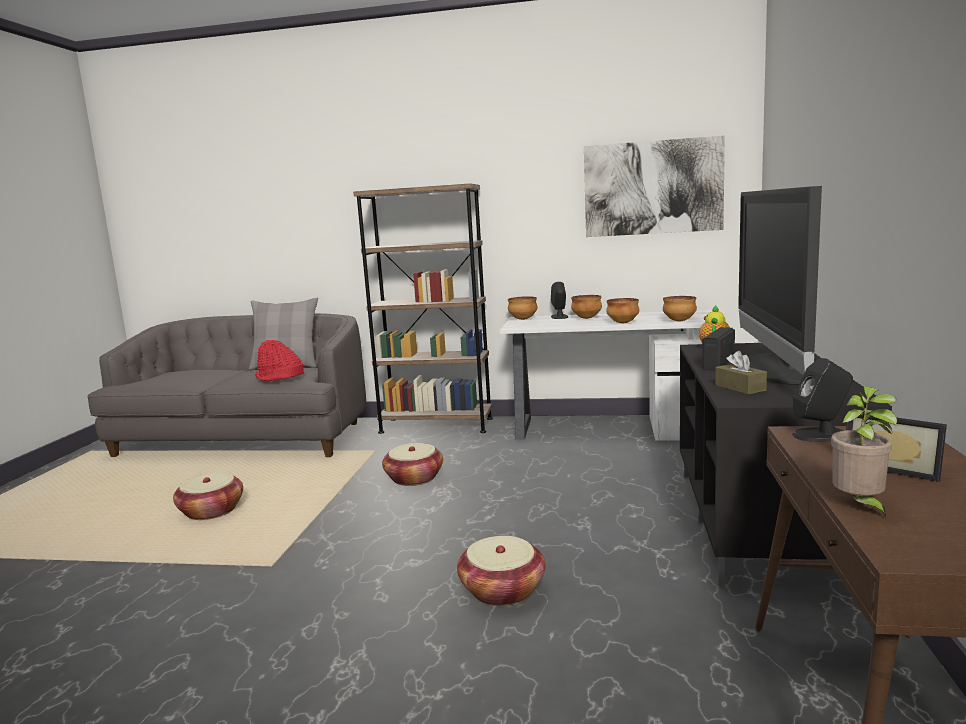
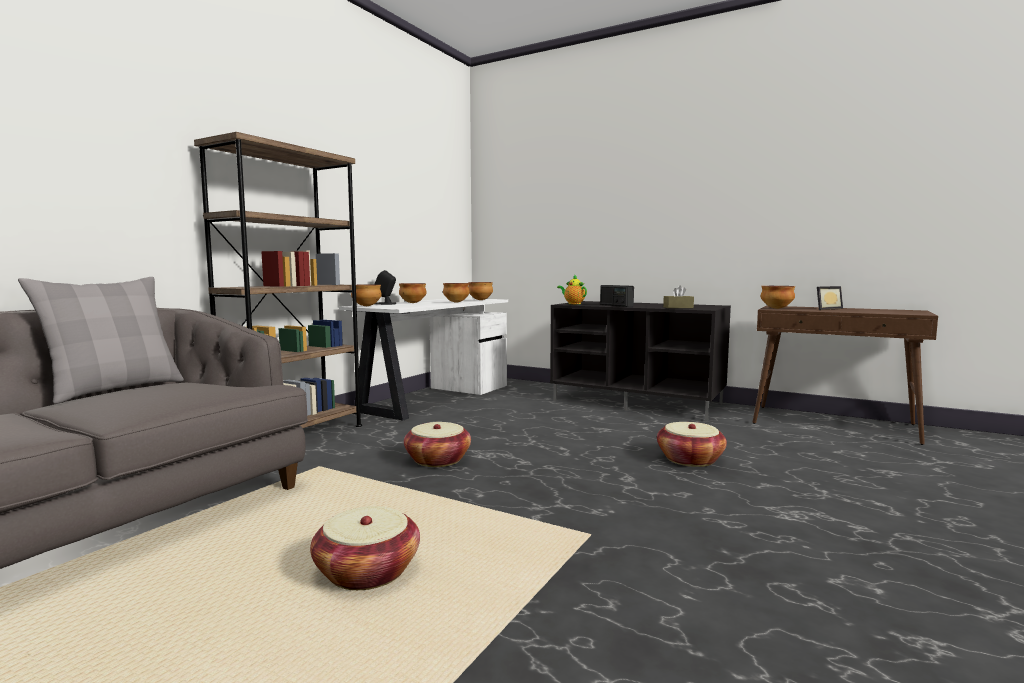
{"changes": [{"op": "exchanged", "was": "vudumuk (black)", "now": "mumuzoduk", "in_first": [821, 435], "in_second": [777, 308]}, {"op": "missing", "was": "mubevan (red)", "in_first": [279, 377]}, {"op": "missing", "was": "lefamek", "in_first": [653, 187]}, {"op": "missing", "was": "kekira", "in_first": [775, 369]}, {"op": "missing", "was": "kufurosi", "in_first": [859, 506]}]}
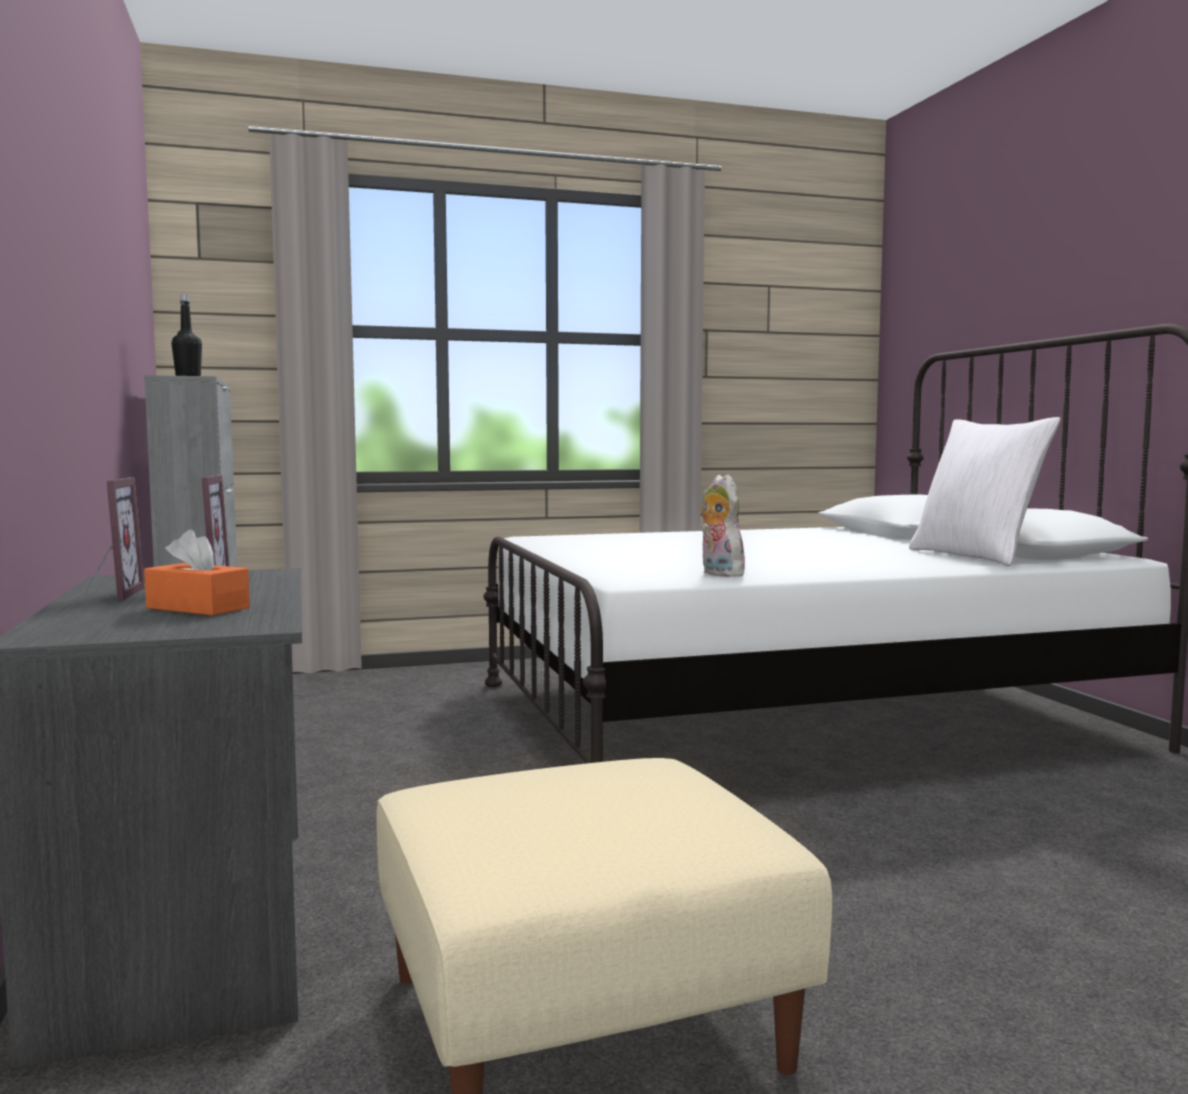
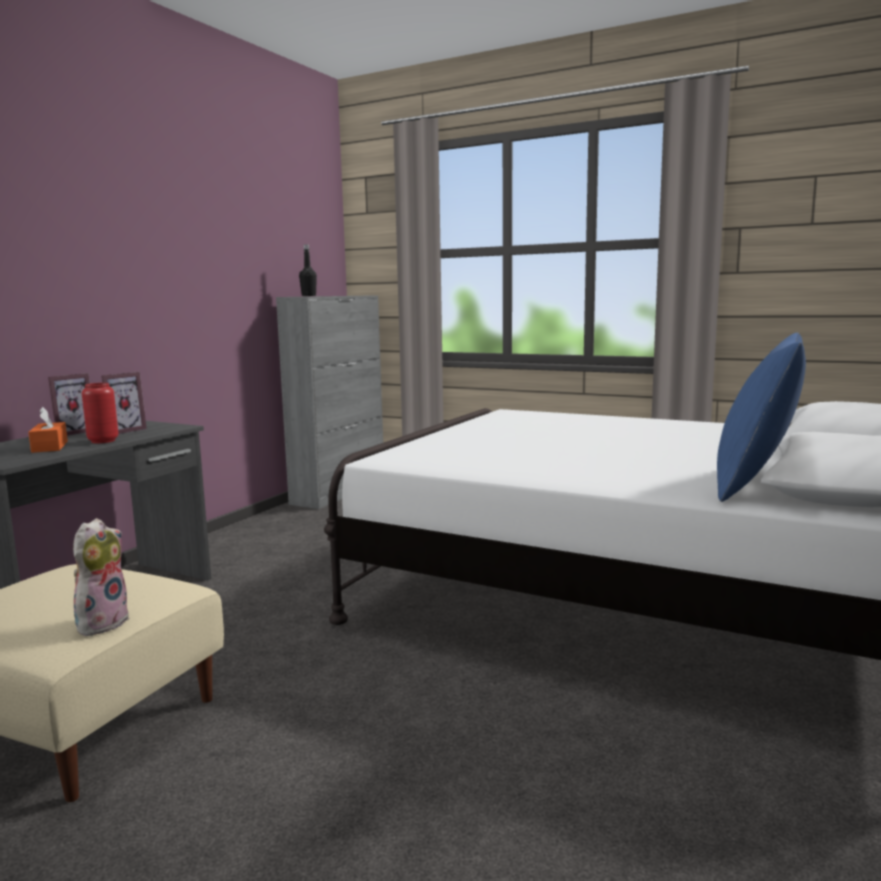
{"changes": [{"op": "relocated", "was": "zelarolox", "in_first": [718, 574], "in_second": [102, 622]}, {"op": "appeared", "now": "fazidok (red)", "in_second": [103, 441]}, {"op": "colour", "was": "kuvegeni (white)", "now": "kuvegeni (blue)", "in_first": [976, 556], "in_second": [755, 484]}]}
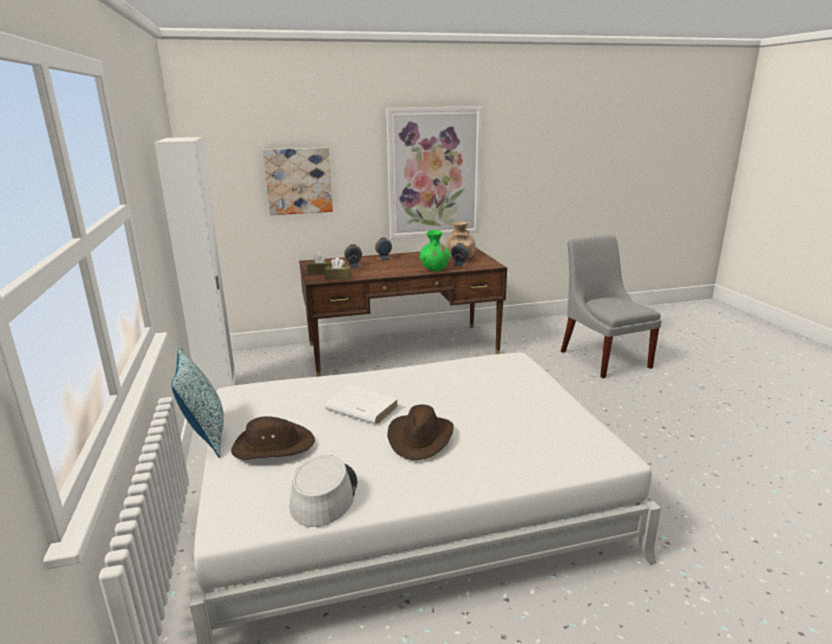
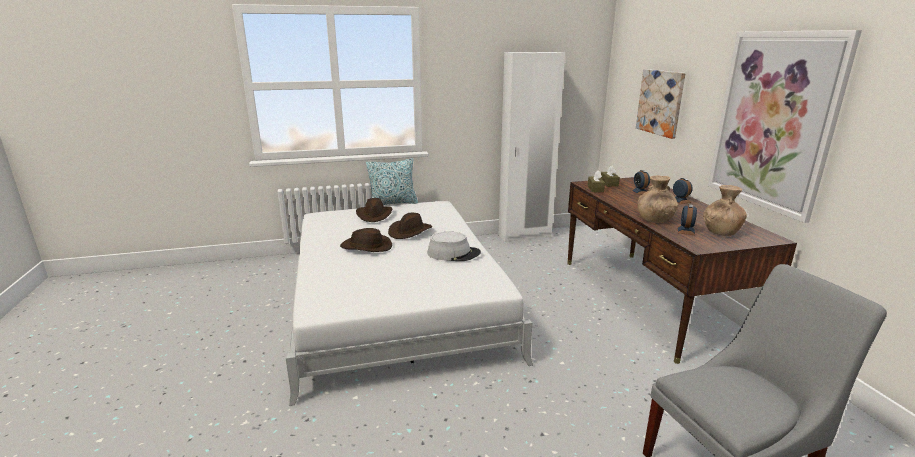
{"changes": [{"op": "exchanged", "was": "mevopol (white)", "now": "mubevan (brown)", "in_first": [361, 408], "in_second": [410, 231]}, {"op": "relocated", "was": "mubevan (grey)", "in_first": [324, 494], "in_second": [453, 253]}, {"op": "colour", "was": "fazidok (green)", "now": "fazidok (brown)", "in_first": [434, 269], "in_second": [654, 219]}]}
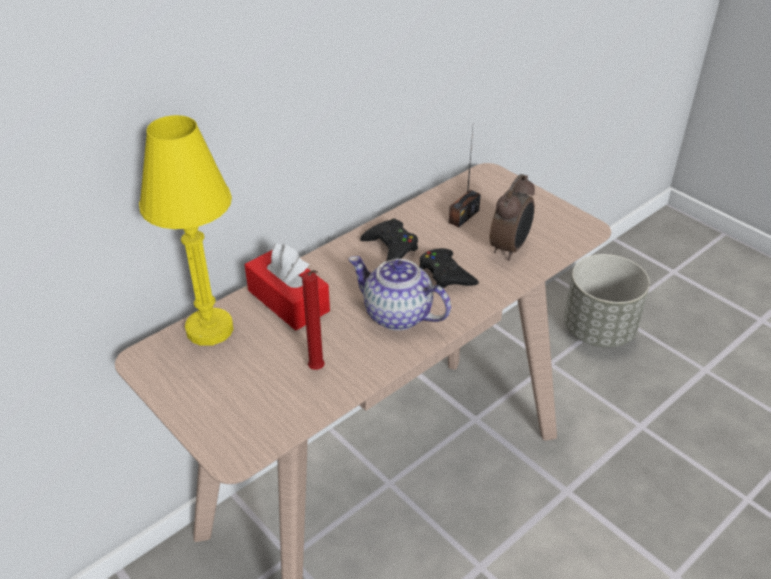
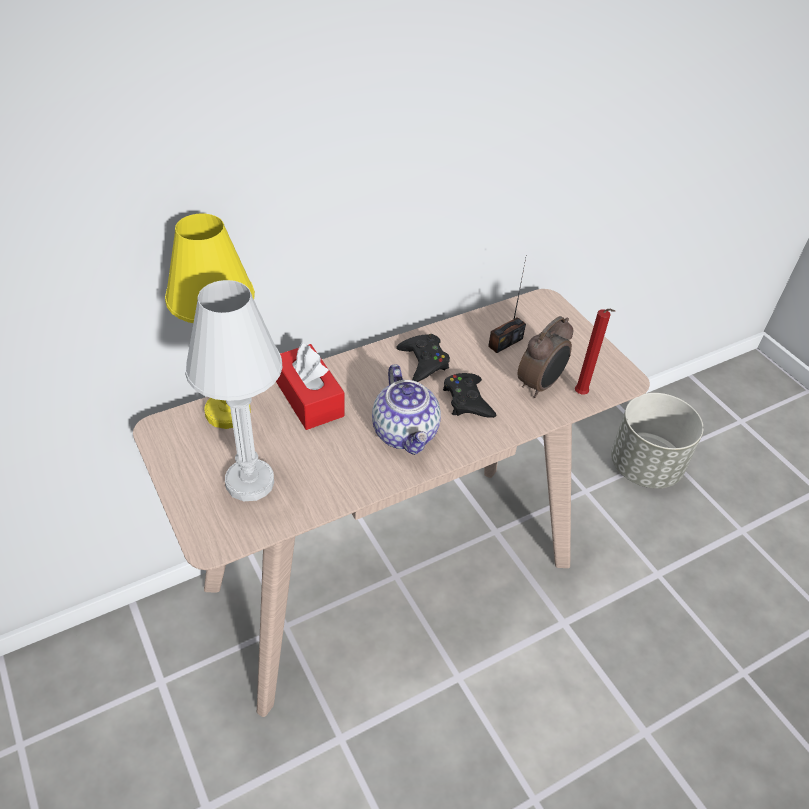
{"changes": [{"op": "appeared", "now": "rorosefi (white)", "in_second": [250, 482]}, {"op": "spun", "was": "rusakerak", "in_first": [396, 315], "in_second": [406, 433], "clockwise": -150}, {"op": "relocated", "was": "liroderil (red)", "in_first": [318, 370], "in_second": [581, 395]}]}
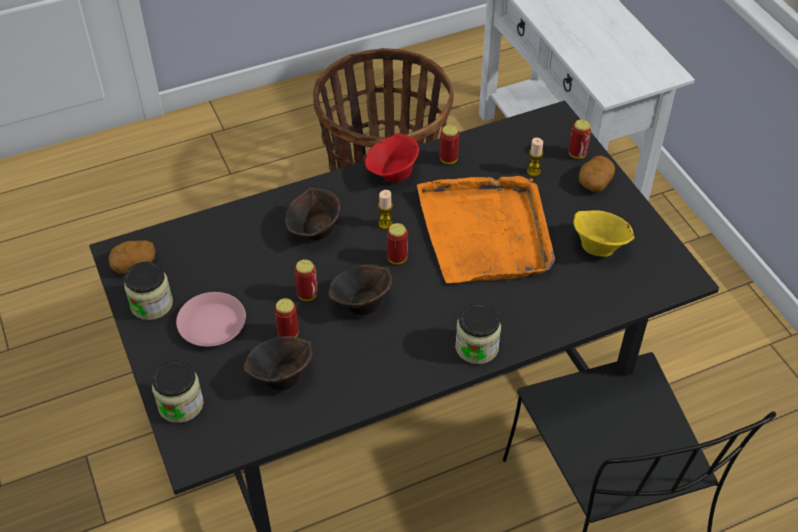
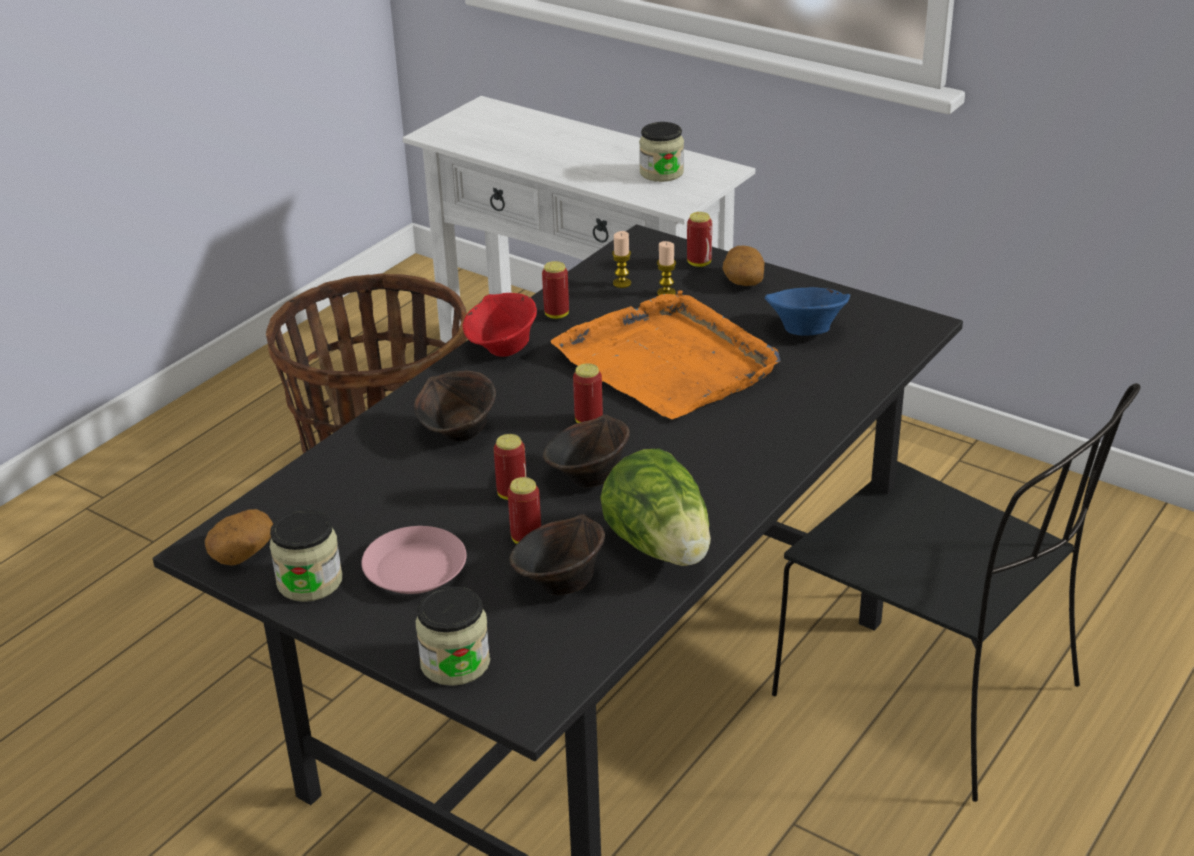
{"changes": [{"op": "appeared", "now": "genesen", "in_second": [661, 547]}, {"op": "relocated", "was": "liroderil", "in_first": [385, 224], "in_second": [622, 283]}, {"op": "relocated", "was": "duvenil", "in_first": [476, 347], "in_second": [661, 173]}, {"op": "colour", "was": "mumuzoduk (yellow)", "now": "mumuzoduk (blue)", "in_first": [598, 246], "in_second": [804, 330]}]}
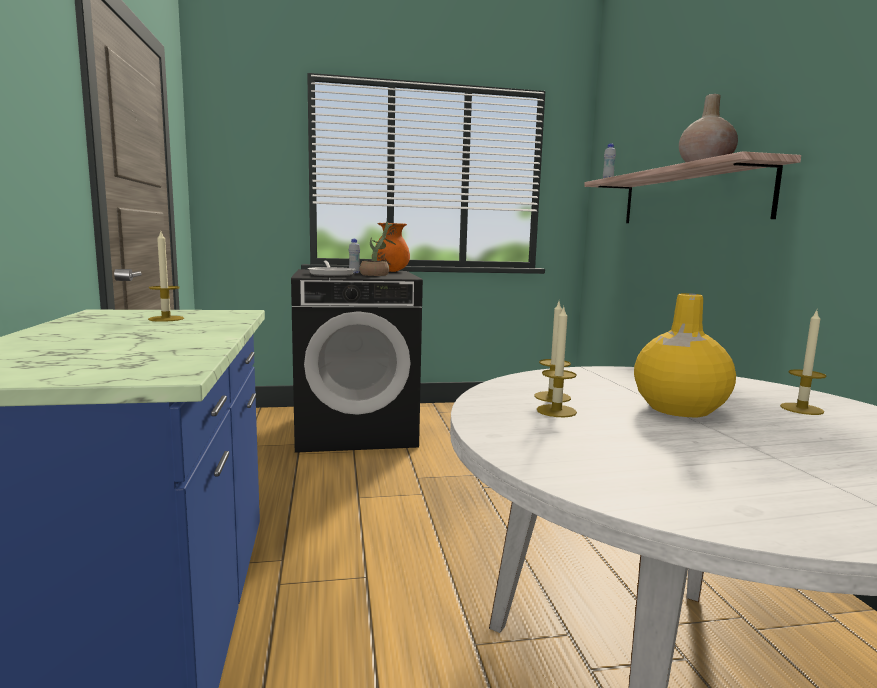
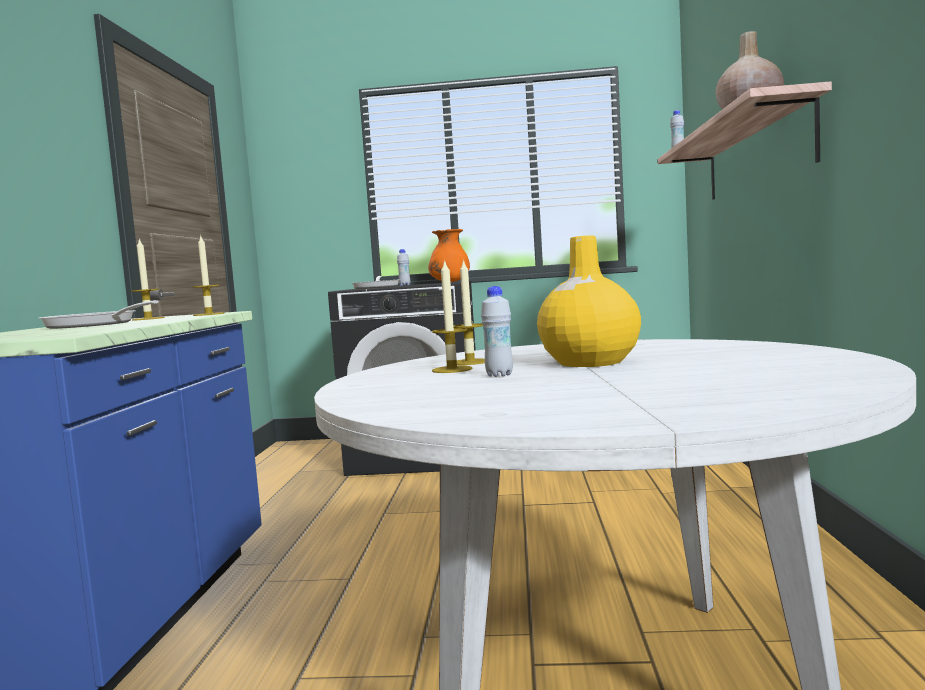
{"changes": [{"op": "appeared", "now": "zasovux", "in_second": [94, 325]}, {"op": "relocated", "was": "liroderil", "in_first": [801, 409], "in_second": [208, 314]}, {"op": "appeared", "now": "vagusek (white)", "in_second": [499, 375]}, {"op": "missing", "was": "kufurosi", "in_first": [378, 275]}]}
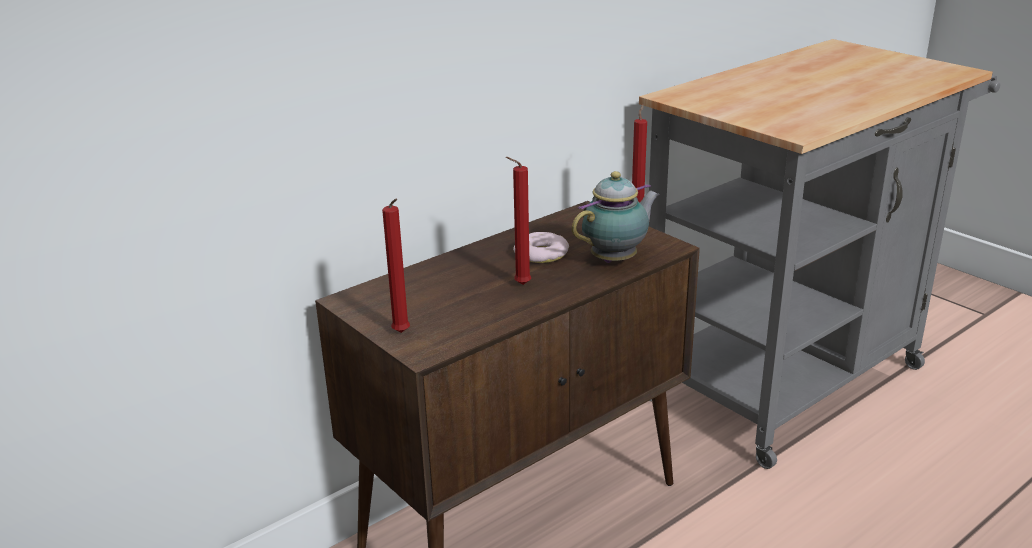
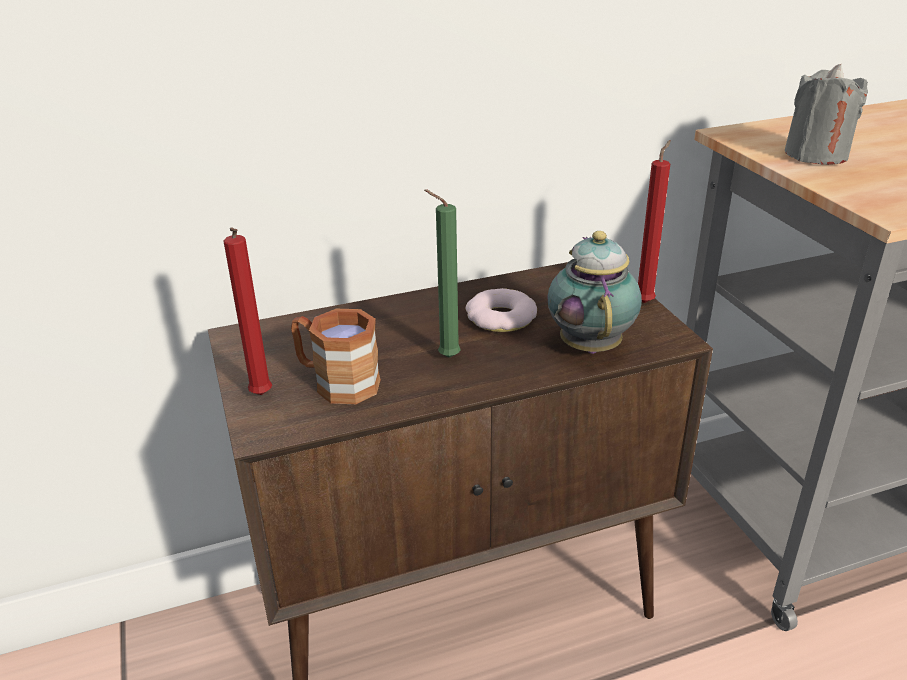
{"changes": [{"op": "appeared", "now": "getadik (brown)", "in_second": [336, 382]}, {"op": "colour", "was": "liroderil (red)", "now": "liroderil (green)", "in_first": [520, 285], "in_second": [445, 357]}, {"op": "spun", "was": "rusakerak", "in_first": [616, 259], "in_second": [590, 344], "clockwise": -75}, {"op": "appeared", "now": "liroderil (grey)", "in_second": [816, 155]}]}
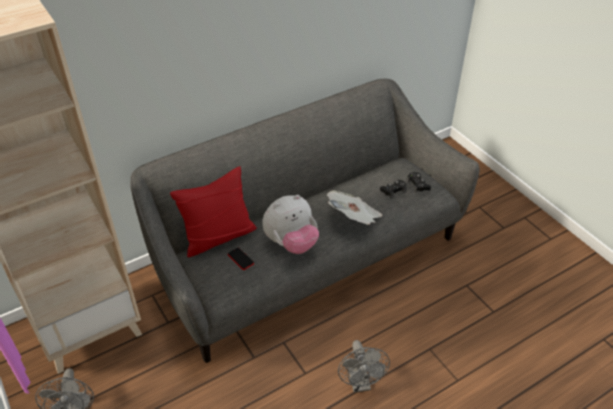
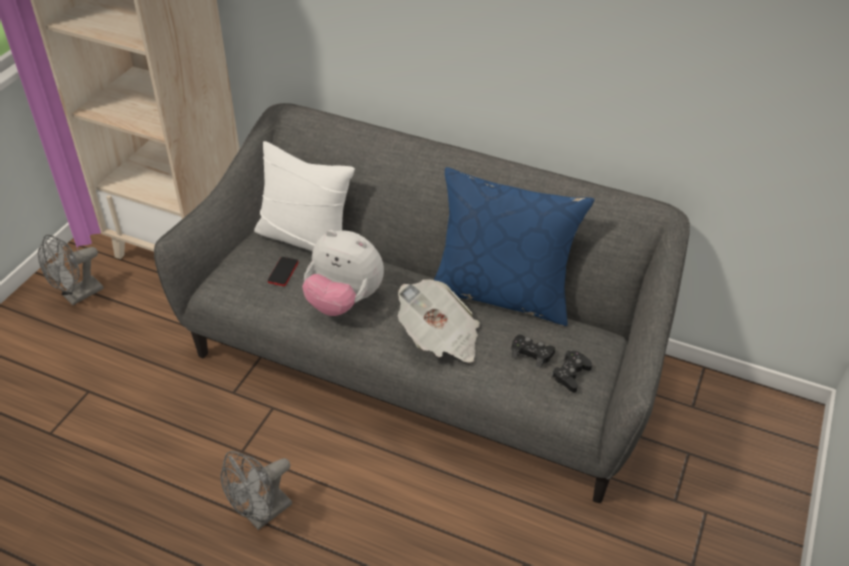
{"changes": [{"op": "colour", "was": "kuvegeni (red)", "now": "kuvegeni (white)", "in_first": [218, 237], "in_second": [305, 239]}, {"op": "appeared", "now": "kuvegeni (blue)", "in_second": [502, 293]}]}
